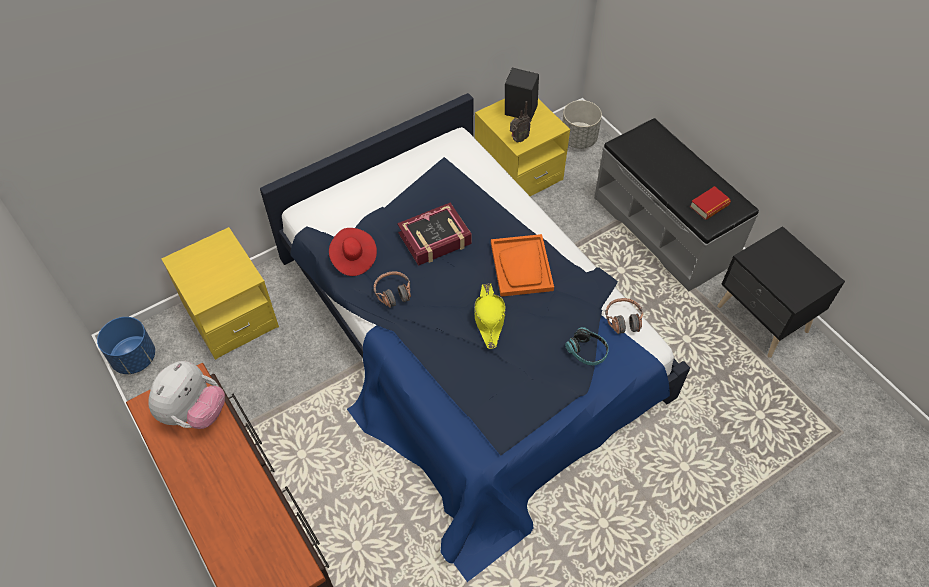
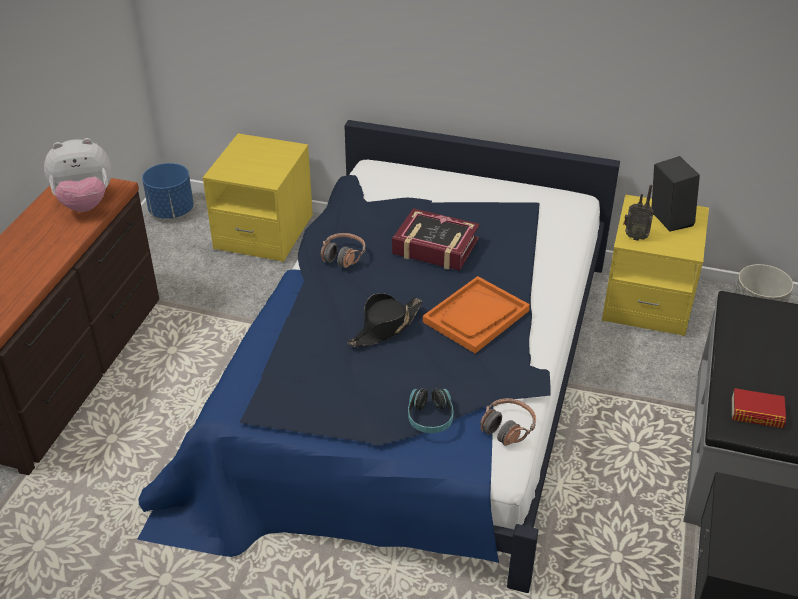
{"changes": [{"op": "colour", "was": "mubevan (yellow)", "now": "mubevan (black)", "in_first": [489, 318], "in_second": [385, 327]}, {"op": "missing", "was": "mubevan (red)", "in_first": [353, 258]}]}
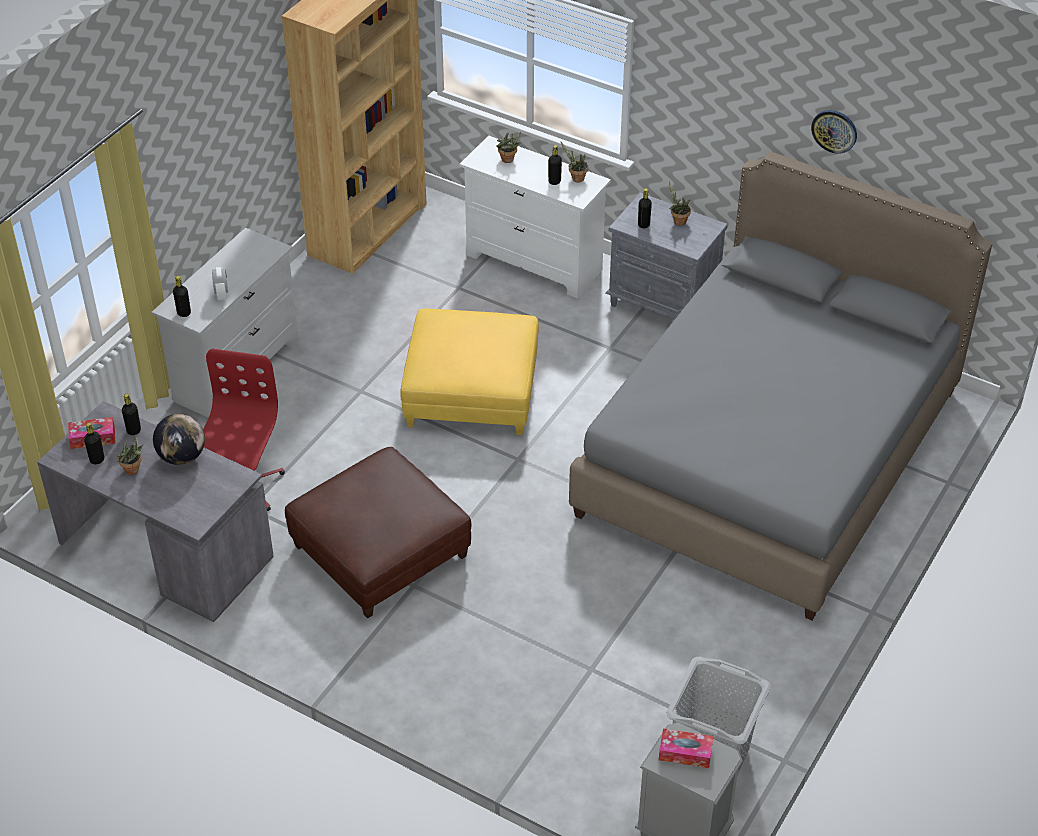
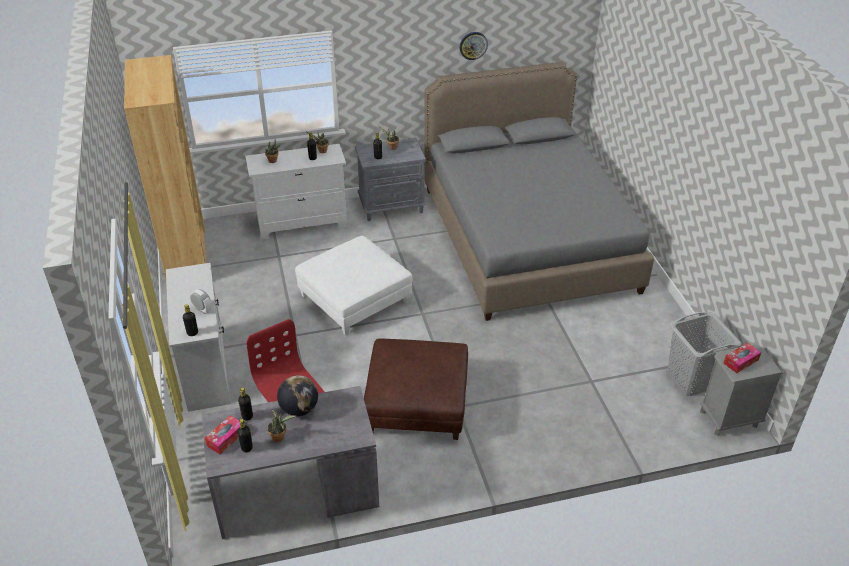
{"changes": [{"op": "colour", "was": "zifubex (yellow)", "now": "zifubex (white)", "in_first": [472, 392], "in_second": [355, 298]}]}
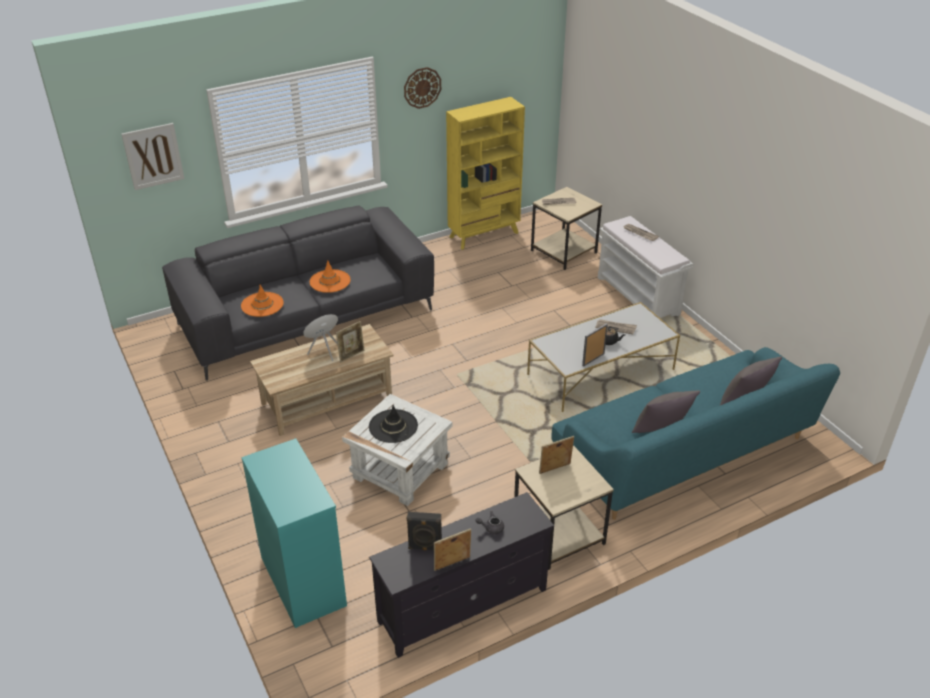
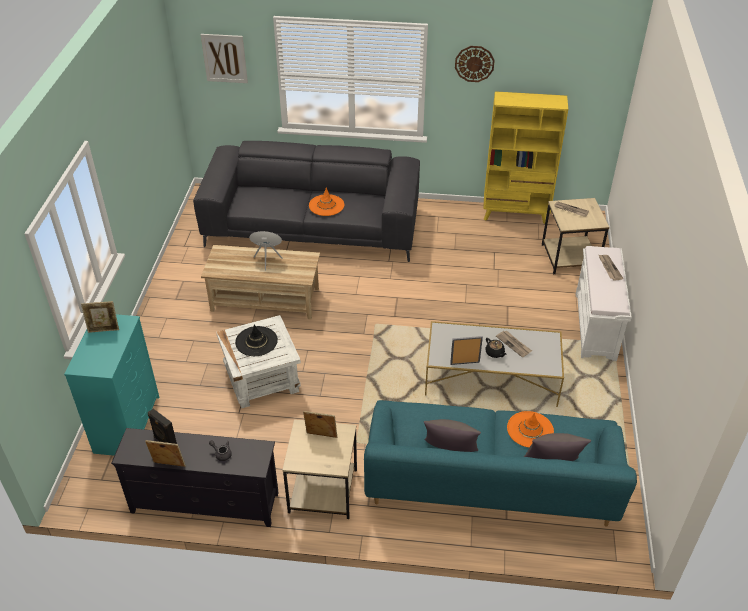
{"changes": [{"op": "relocated", "was": "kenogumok", "in_first": [351, 355], "in_second": [104, 330]}, {"op": "relocated", "was": "mubevan (orange)", "in_first": [262, 304], "in_second": [530, 429]}]}
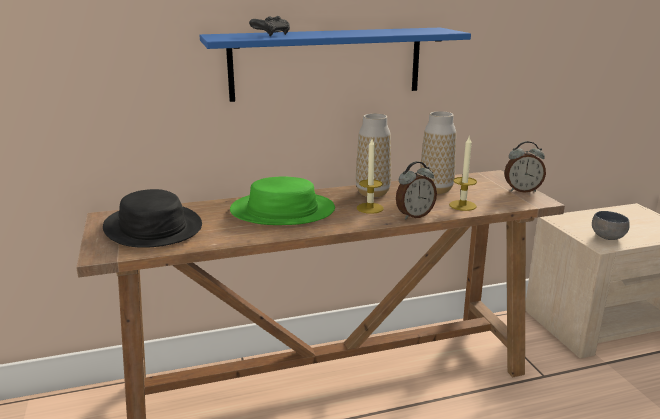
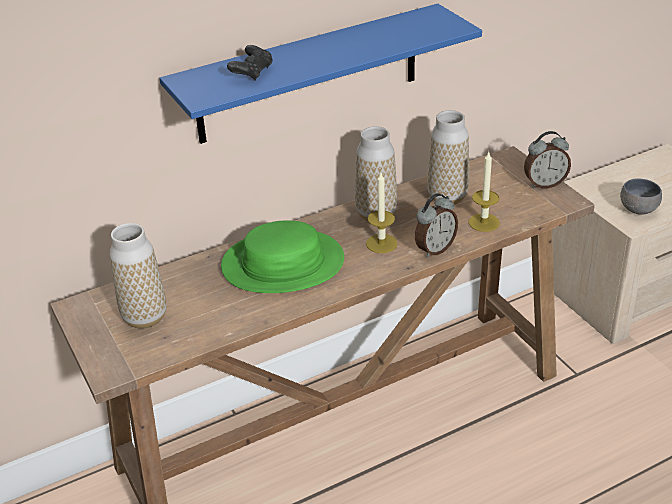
{"changes": [{"op": "exchanged", "was": "mubevan (black)", "now": "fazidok", "in_first": [152, 227], "in_second": [145, 317]}]}
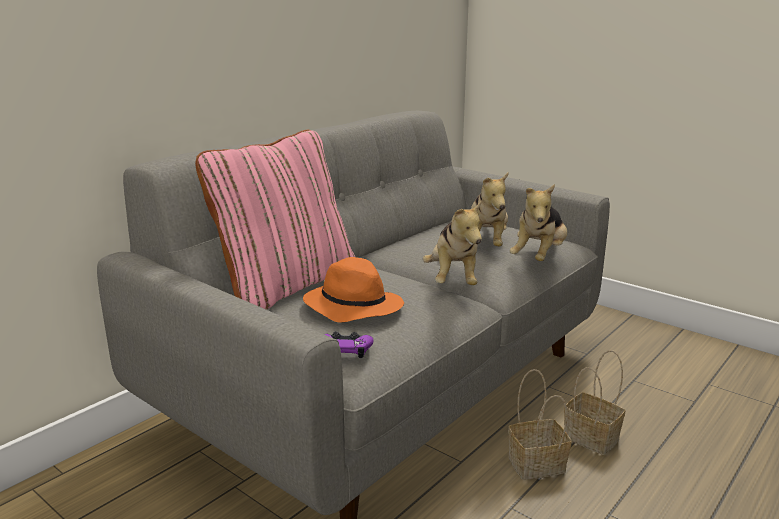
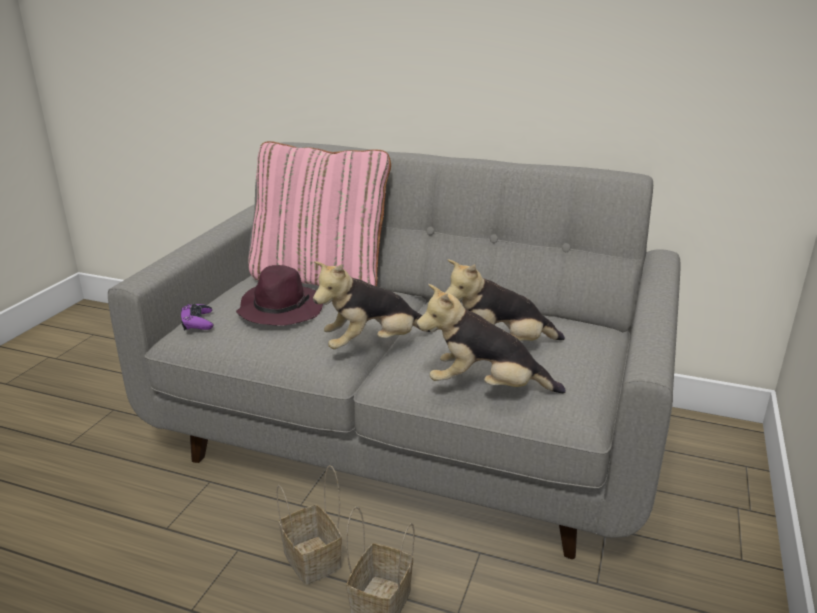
{"changes": [{"op": "colour", "was": "mubevan (orange)", "now": "mubevan (purple)", "in_first": [352, 307], "in_second": [280, 309]}]}
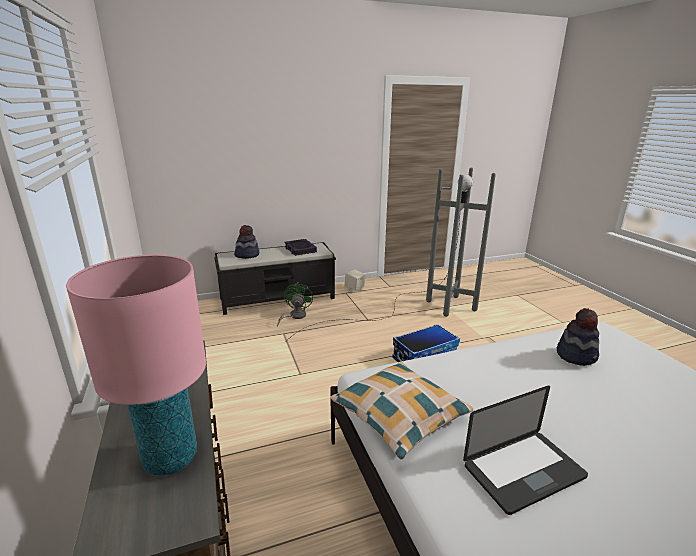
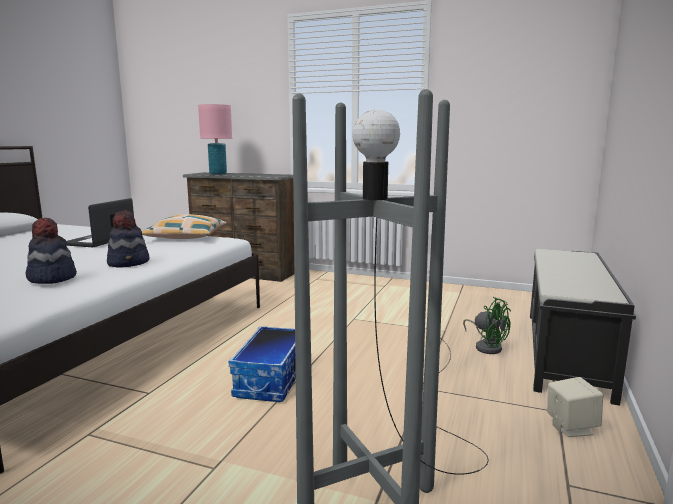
{"changes": [{"op": "relocated", "was": "mubevan", "in_first": [247, 255], "in_second": [129, 263]}, {"op": "missing", "was": "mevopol", "in_first": [300, 249]}]}
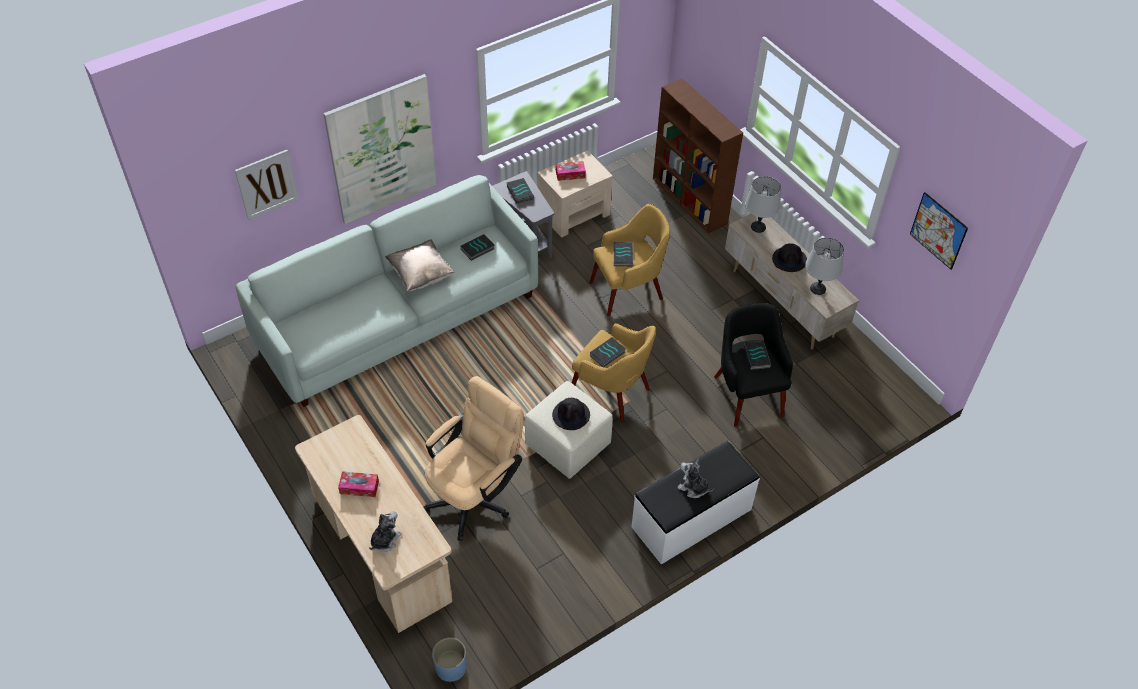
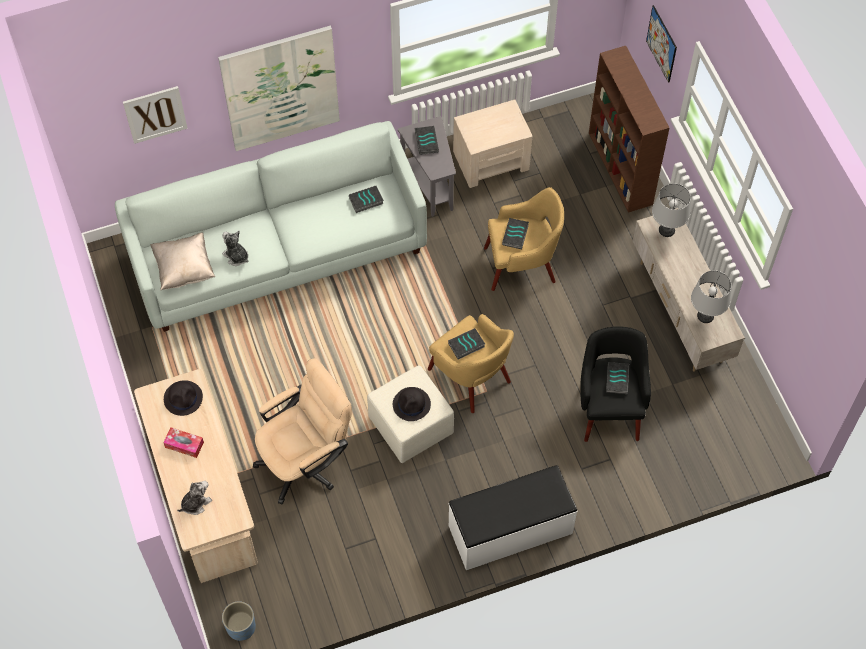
{"changes": [{"op": "relocated", "was": "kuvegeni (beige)", "in_first": [421, 275], "in_second": [184, 269]}, {"op": "relocated", "was": "mubevan (black)", "in_first": [789, 259], "in_second": [183, 398]}, {"op": "relocated", "was": "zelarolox", "in_first": [693, 488], "in_second": [236, 256]}, {"op": "relocated", "was": "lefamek", "in_first": [938, 230], "in_second": [661, 44]}, {"op": "missing", "was": "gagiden", "in_first": [570, 174]}]}
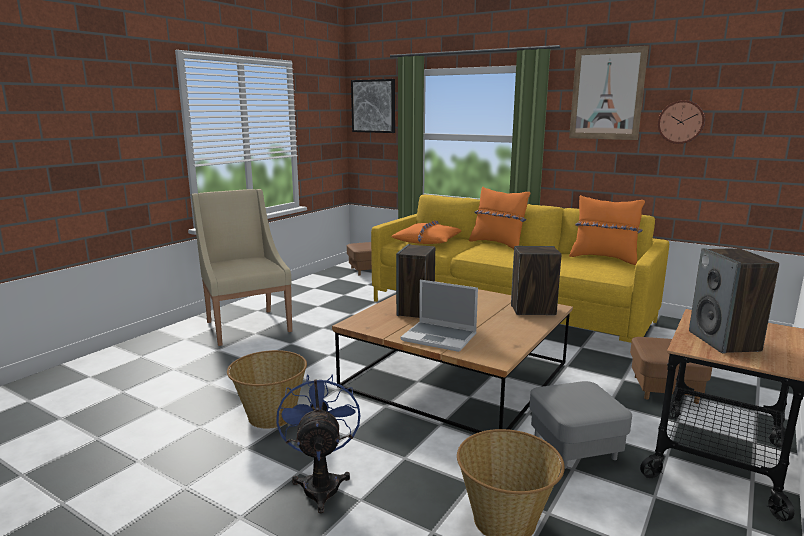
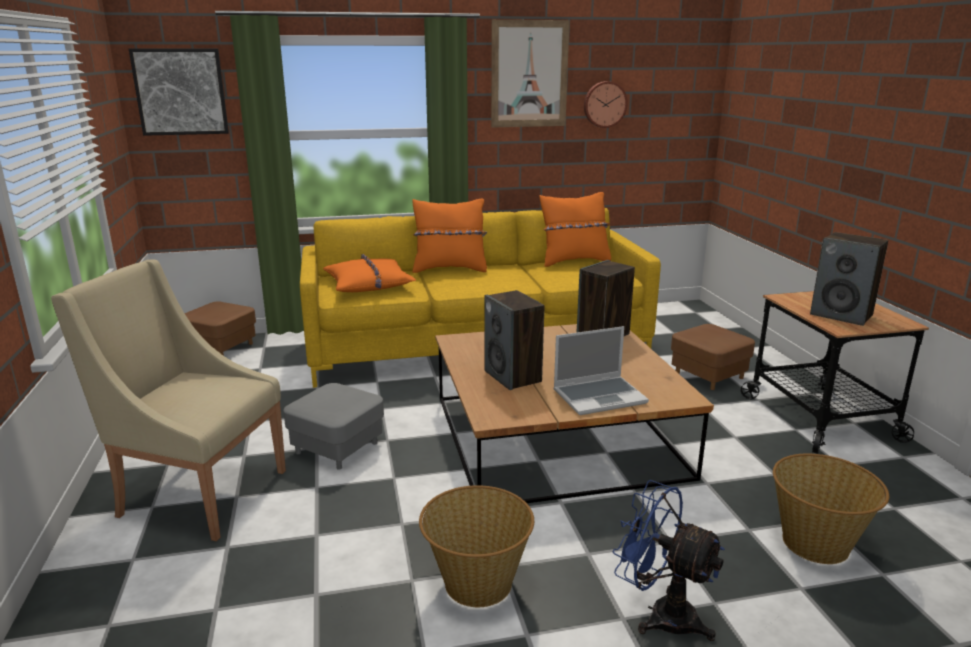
{"changes": [{"op": "relocated", "was": "zifubex (grey)", "in_first": [575, 447], "in_second": [337, 448]}]}
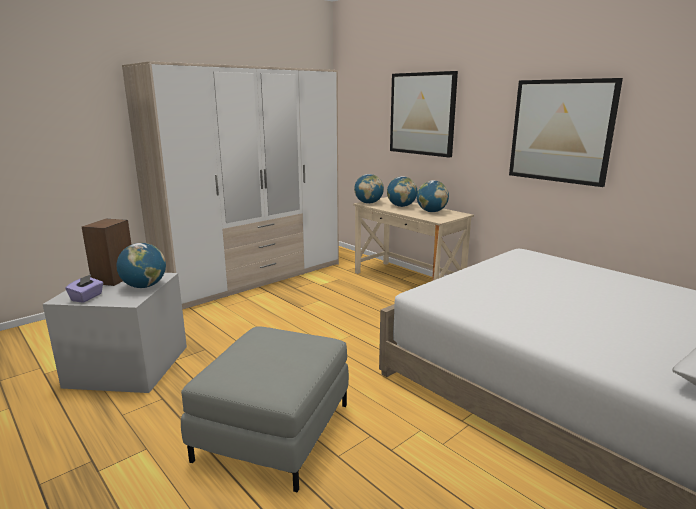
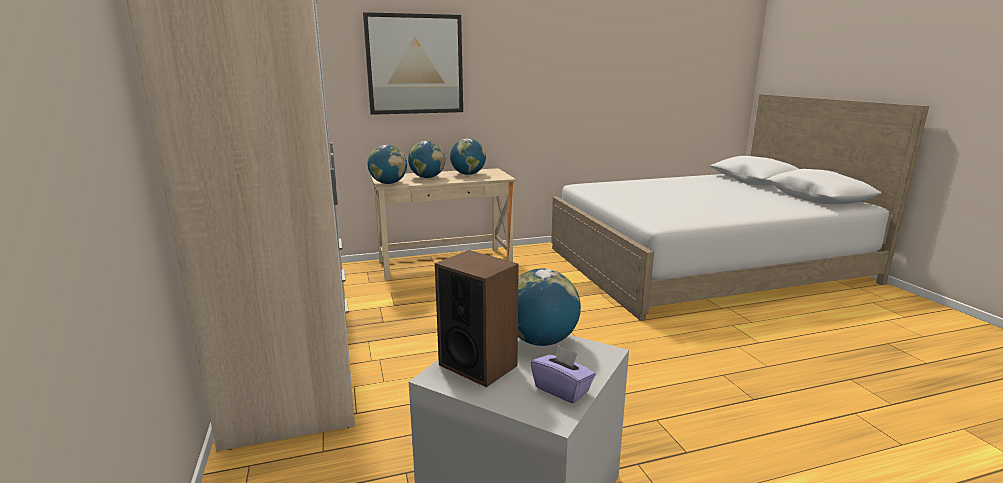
{"changes": [{"op": "missing", "was": "zifubex (grey)", "in_first": [274, 431]}, {"op": "missing", "was": "lefamek", "in_first": [561, 131]}]}
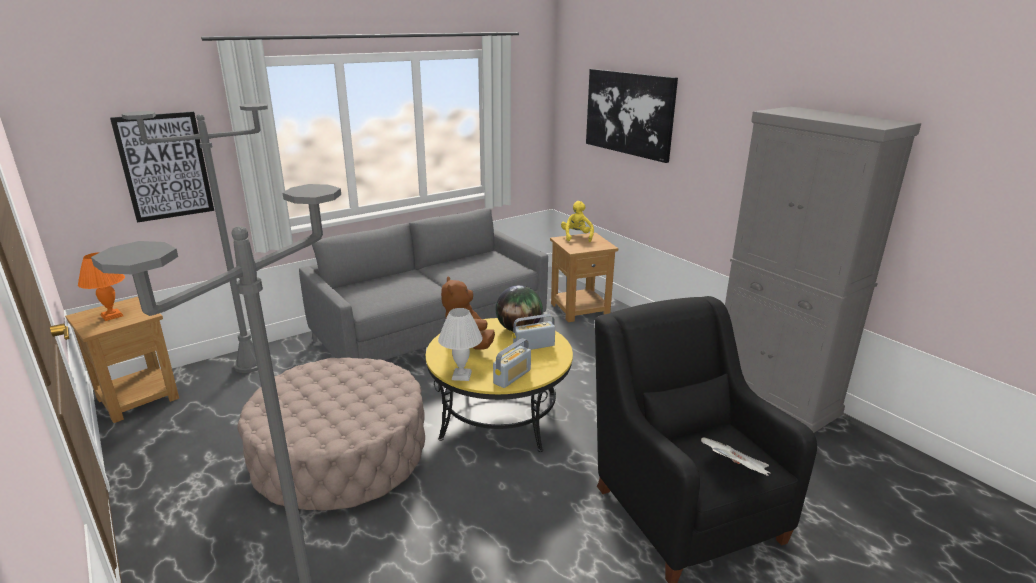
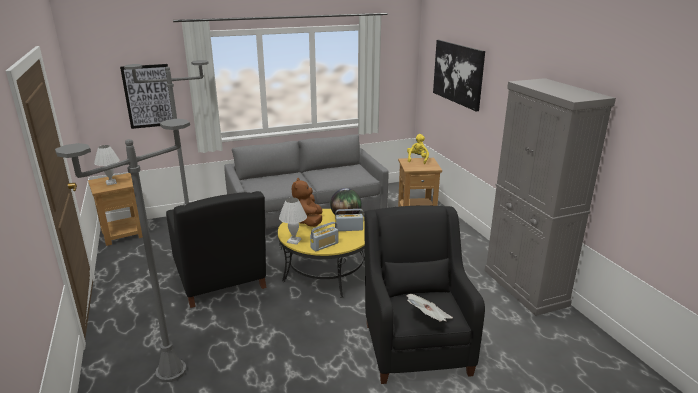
{"changes": [{"op": "colour", "was": "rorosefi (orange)", "now": "rorosefi (white)", "in_first": [111, 316], "in_second": [111, 182]}, {"op": "exchanged", "was": "zifubex (beige)", "now": "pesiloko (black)", "in_first": [340, 454], "in_second": [221, 281]}]}
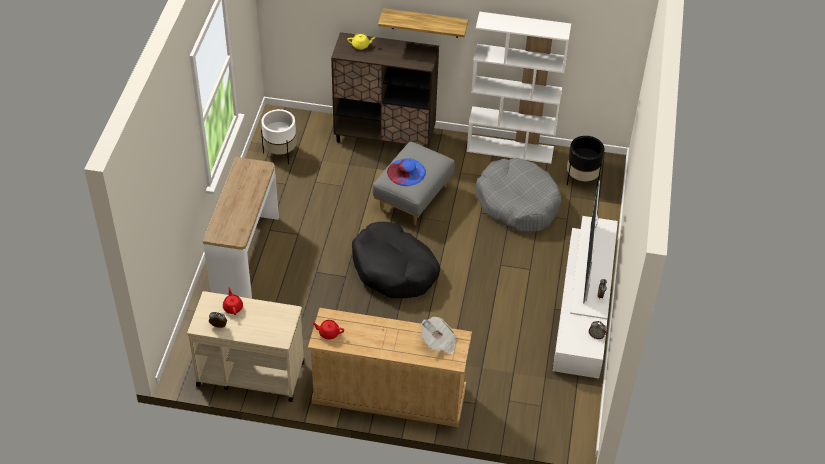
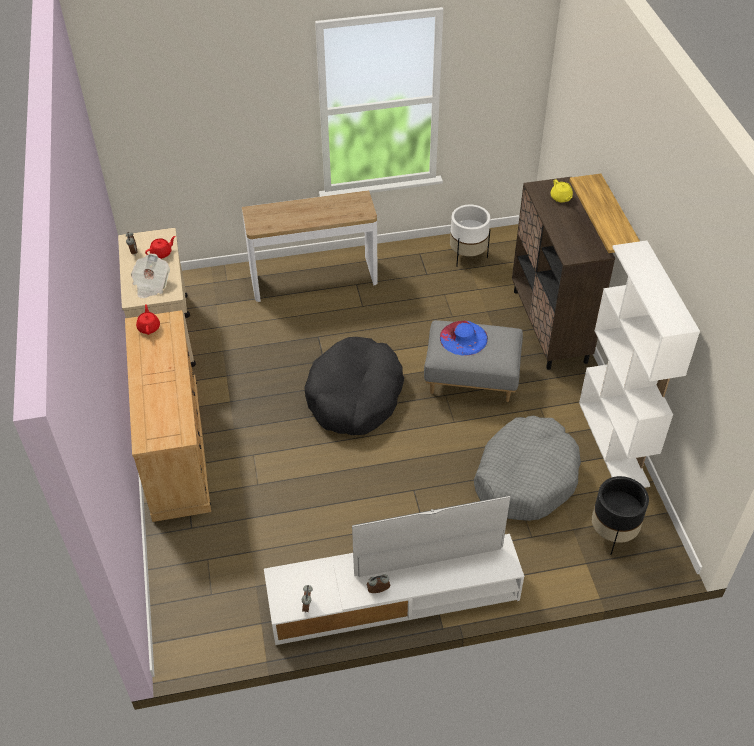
{"changes": [{"op": "relocated", "was": "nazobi", "in_first": [439, 342], "in_second": [151, 285]}]}
